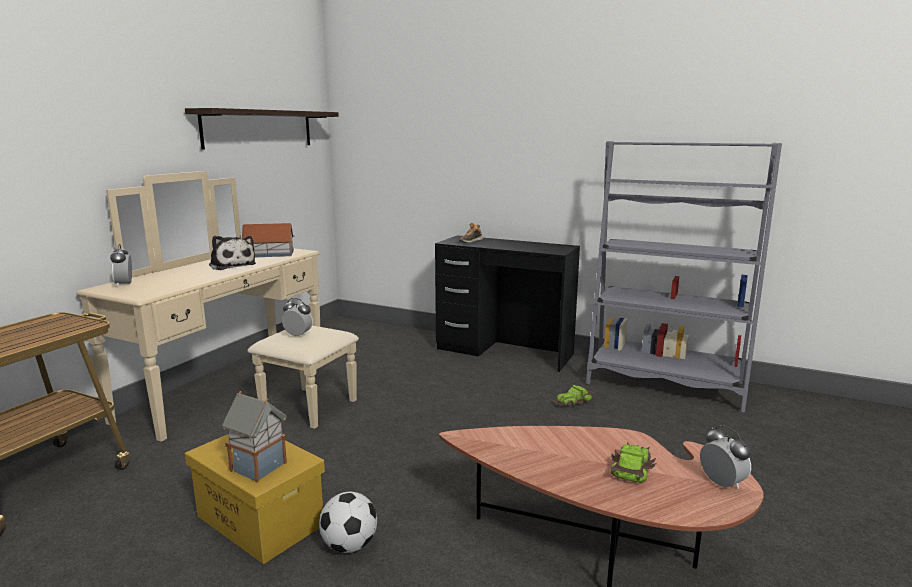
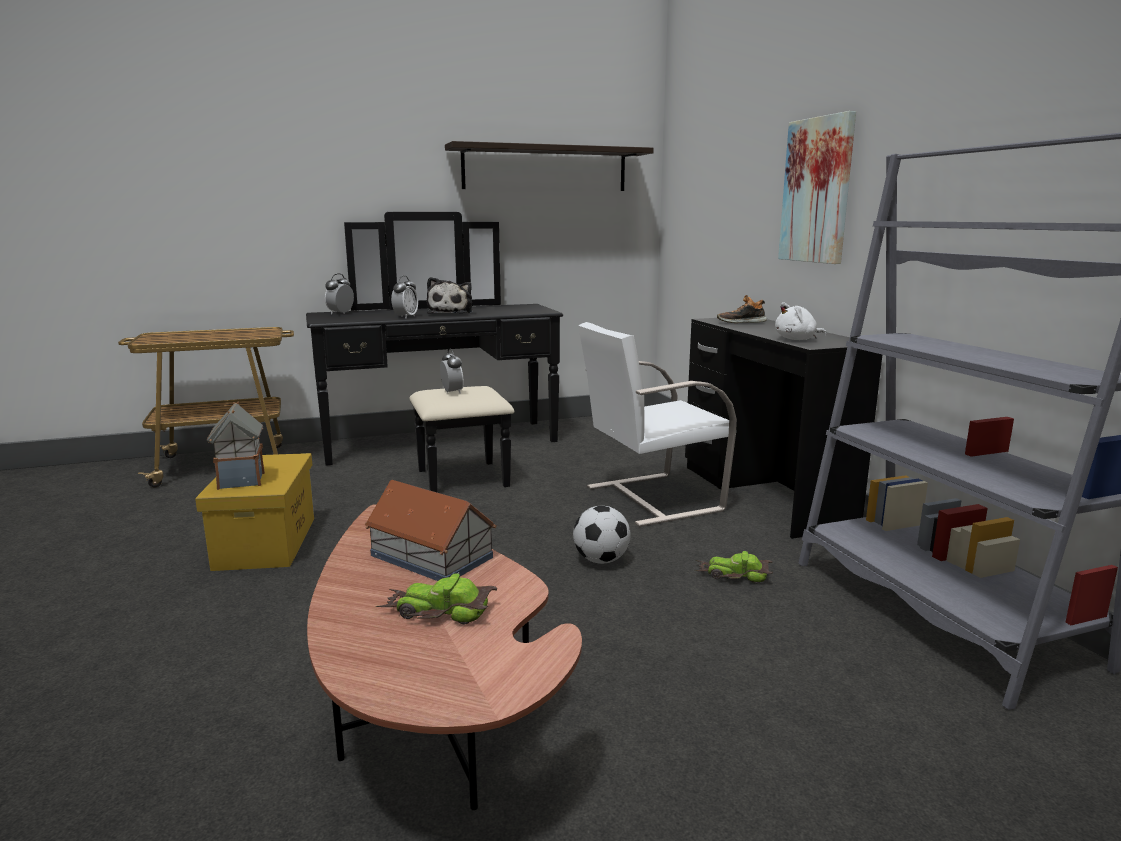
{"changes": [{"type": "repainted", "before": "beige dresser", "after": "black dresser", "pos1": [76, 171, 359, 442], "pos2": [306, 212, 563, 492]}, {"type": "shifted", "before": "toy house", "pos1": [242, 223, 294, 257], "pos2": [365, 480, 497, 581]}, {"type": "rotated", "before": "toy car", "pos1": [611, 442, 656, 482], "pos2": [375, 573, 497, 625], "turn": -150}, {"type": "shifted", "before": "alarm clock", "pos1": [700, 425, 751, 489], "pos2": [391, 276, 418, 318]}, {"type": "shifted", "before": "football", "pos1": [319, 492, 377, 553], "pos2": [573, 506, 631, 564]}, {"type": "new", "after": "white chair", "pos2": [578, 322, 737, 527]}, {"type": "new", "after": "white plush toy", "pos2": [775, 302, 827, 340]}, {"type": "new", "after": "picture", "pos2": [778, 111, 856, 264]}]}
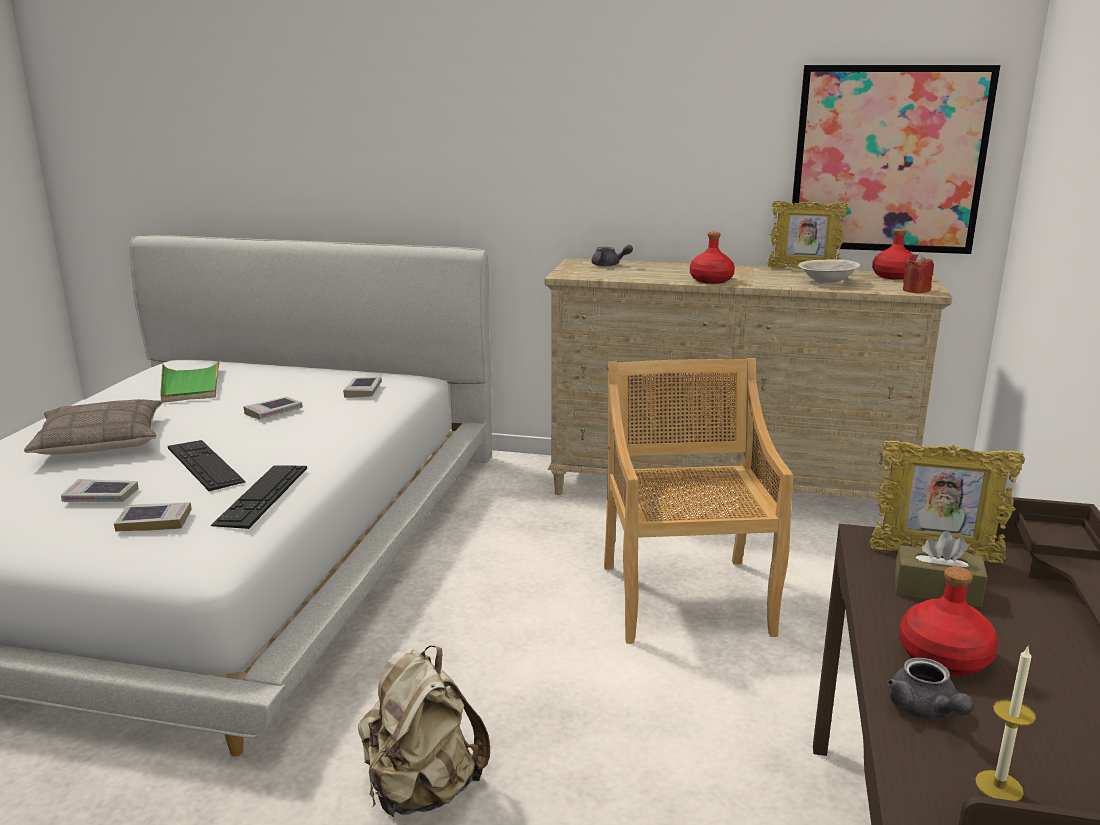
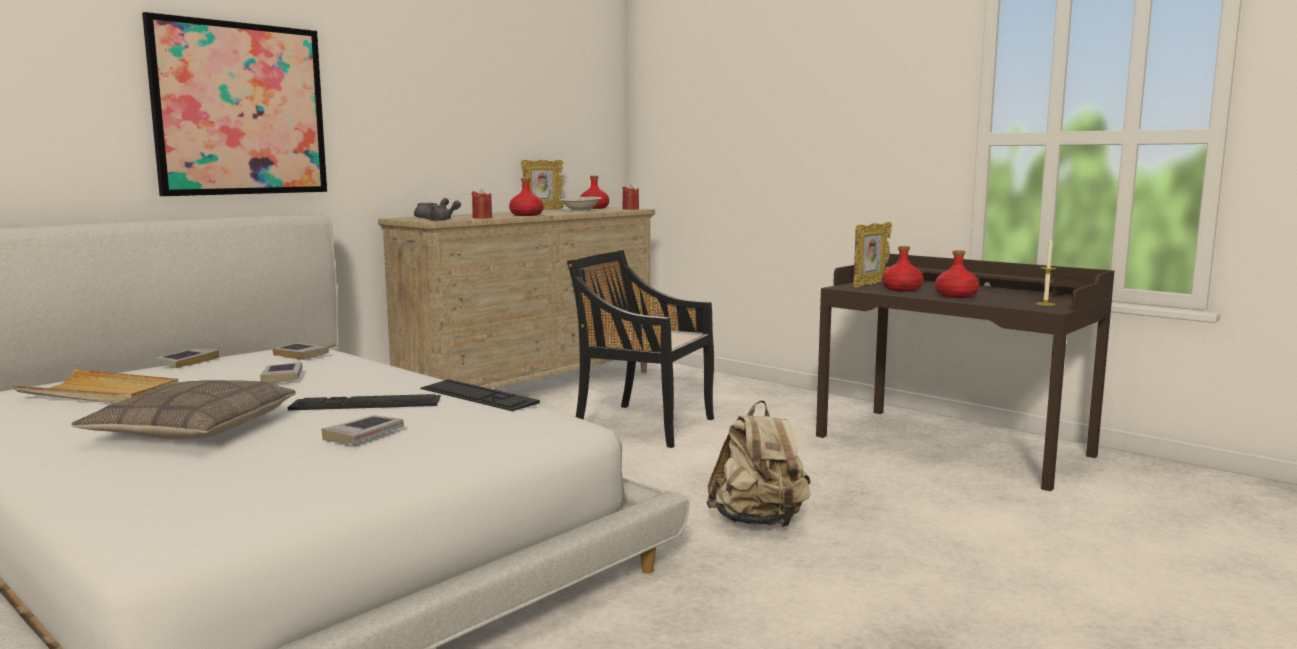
{"changes": [{"type": "repainted", "before": "green tray", "after": "beige tray", "pos1": [160, 359, 220, 403], "pos2": [13, 369, 179, 403]}, {"type": "shifted", "before": "picture", "pos1": [792, 65, 1000, 254], "pos2": [142, 12, 327, 196]}, {"type": "shifted", "before": "book", "pos1": [114, 502, 192, 532], "pos2": [155, 348, 219, 368]}, {"type": "shifted", "before": "grey teapot", "pos1": [887, 658, 974, 719], "pos2": [425, 201, 461, 221]}, {"type": "new", "after": "red candle", "pos2": [472, 189, 492, 219]}, {"type": "repainted", "before": "beige chair", "after": "black chair", "pos1": [604, 358, 793, 644], "pos2": [567, 250, 714, 448]}, {"type": "swapped", "before": "brown tissue box", "after": "red bottle", "pos1": [895, 531, 987, 607], "pos2": [882, 246, 924, 291]}]}
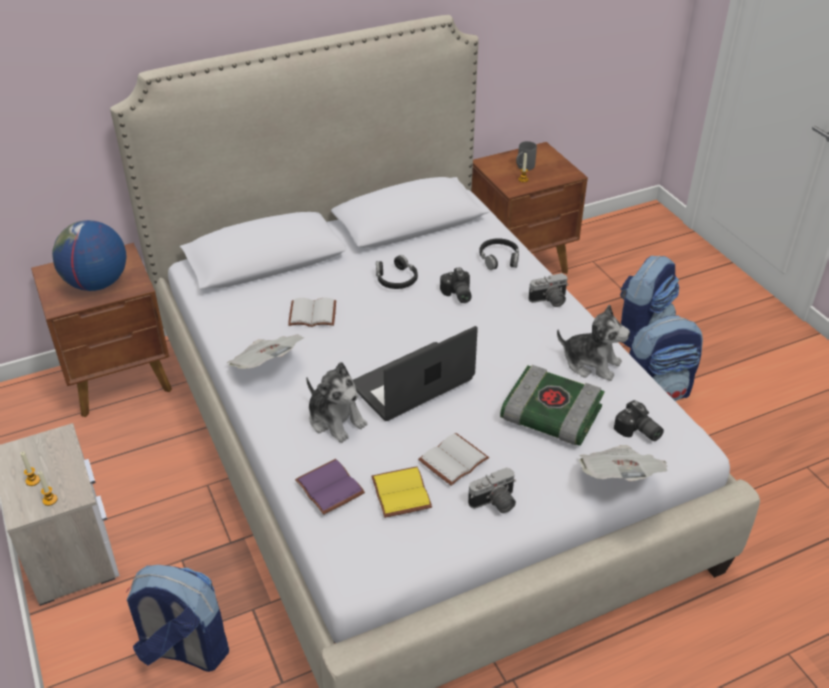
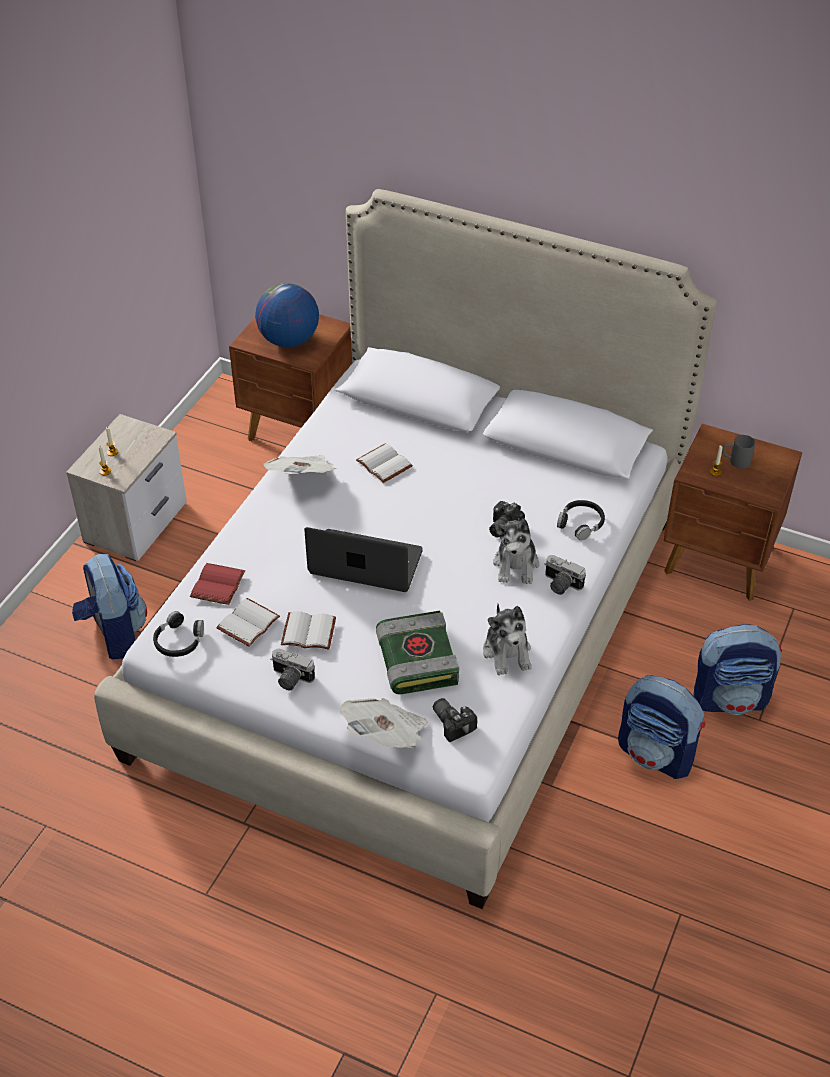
{"changes": [{"type": "shifted", "before": "black headphones", "pos1": [376, 255, 418, 289], "pos2": [153, 611, 204, 657]}, {"type": "repainted", "before": "purple book", "after": "red book", "pos1": [295, 459, 365, 515], "pos2": [190, 563, 245, 605]}, {"type": "repainted", "before": "yellow book", "after": "white book", "pos1": [371, 466, 432, 518], "pos2": [216, 598, 280, 647]}, {"type": "rotated", "before": "photo camera", "pos1": [614, 400, 664, 441], "pos2": [433, 698, 477, 742], "turn": 135}, {"type": "shifted", "before": "plush toy", "pos1": [306, 362, 367, 443], "pos2": [493, 518, 539, 584]}]}
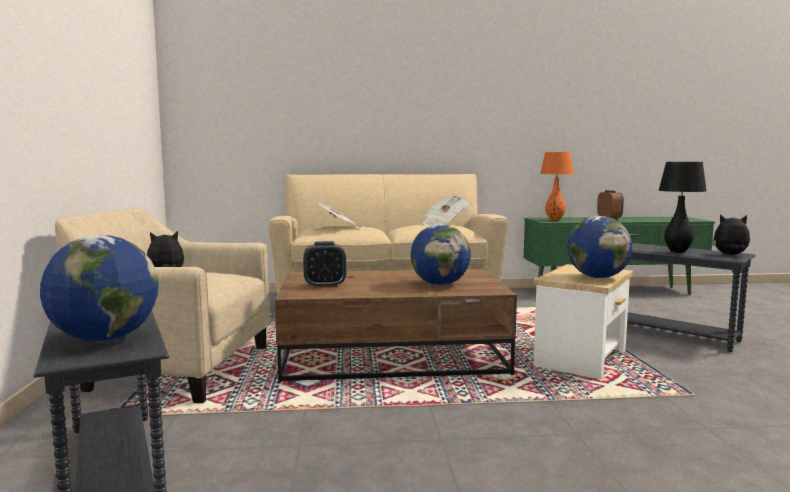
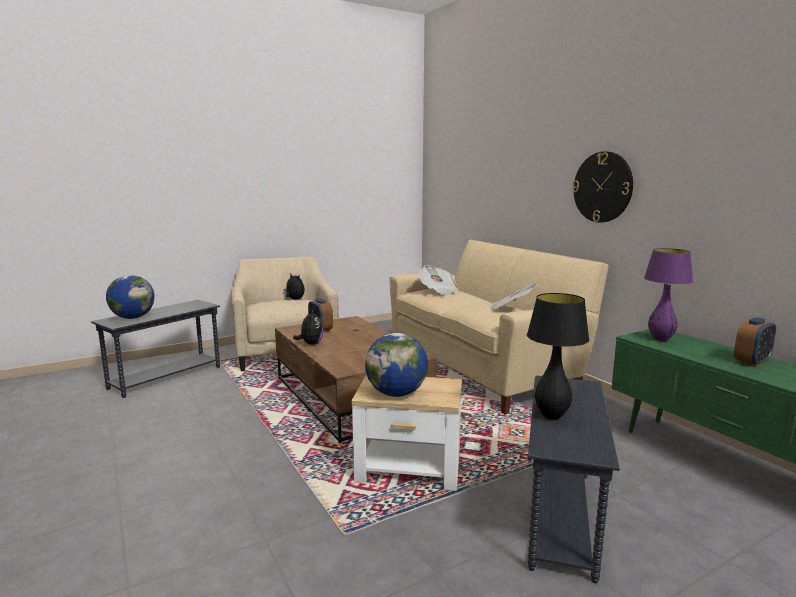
{"changes": [{"type": "shifted", "before": "plush toy", "pos1": [712, 214, 750, 255], "pos2": [293, 310, 324, 345]}, {"type": "new", "after": "wall clock", "pos2": [572, 151, 633, 223]}, {"type": "repainted", "before": "orange table lamp", "after": "purple table lamp", "pos1": [540, 152, 574, 221], "pos2": [644, 248, 693, 341]}, {"type": "gone", "before": "globe", "pos1": [411, 224, 471, 285]}]}
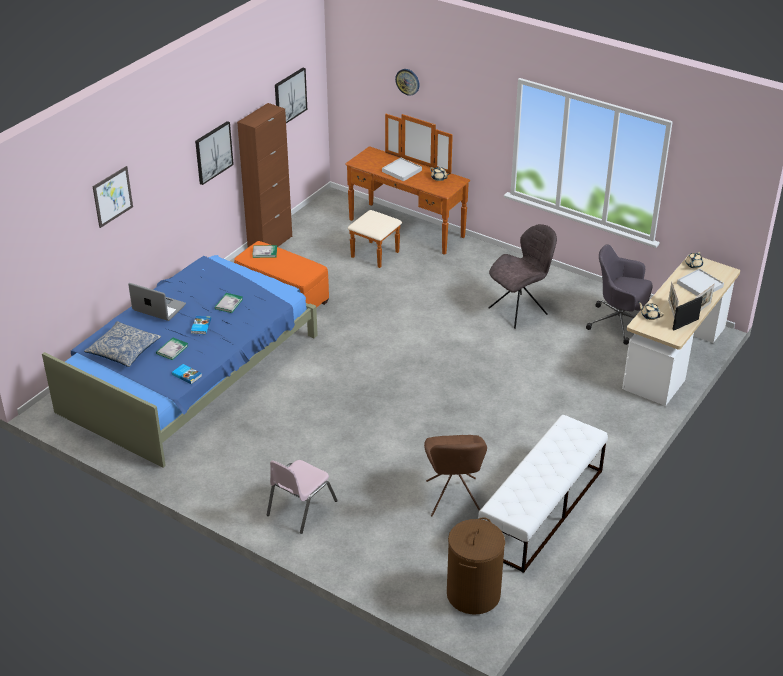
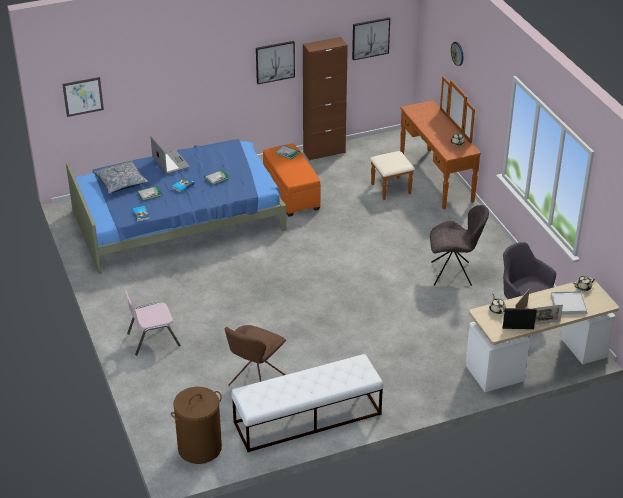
{"changes": [{"type": "shifted", "before": "picture", "pos1": [93, 166, 133, 228], "pos2": [62, 77, 104, 117]}, {"type": "gone", "before": "white tray", "pos1": [382, 158, 422, 181]}]}
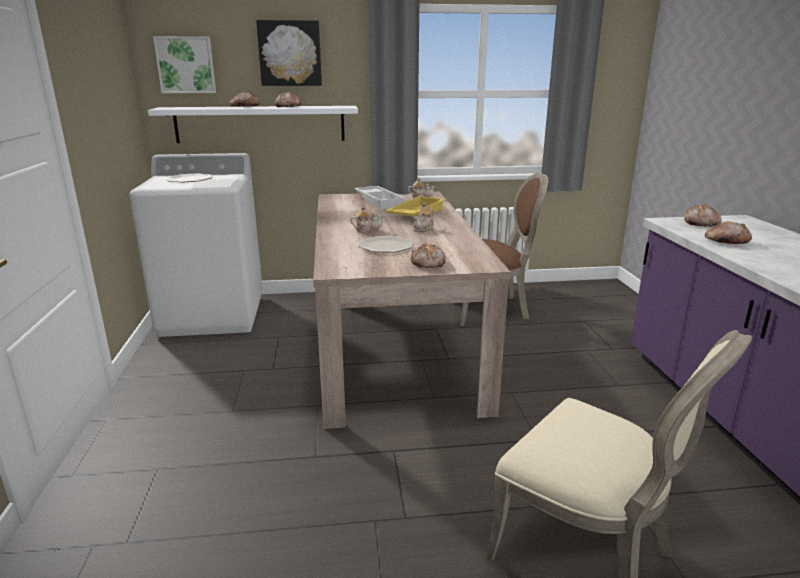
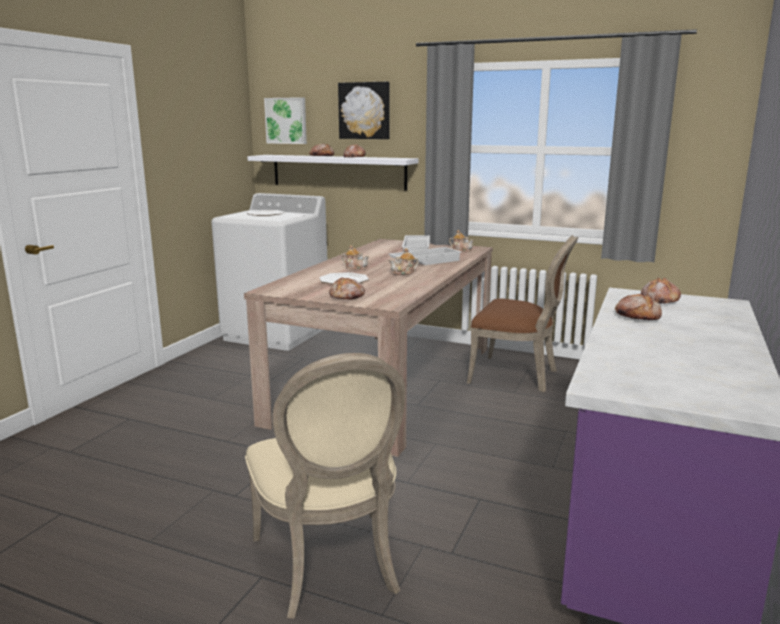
{"changes": [{"type": "repainted", "before": "yellow tray", "after": "white tray", "pos1": [386, 196, 445, 217], "pos2": [388, 247, 462, 265]}]}
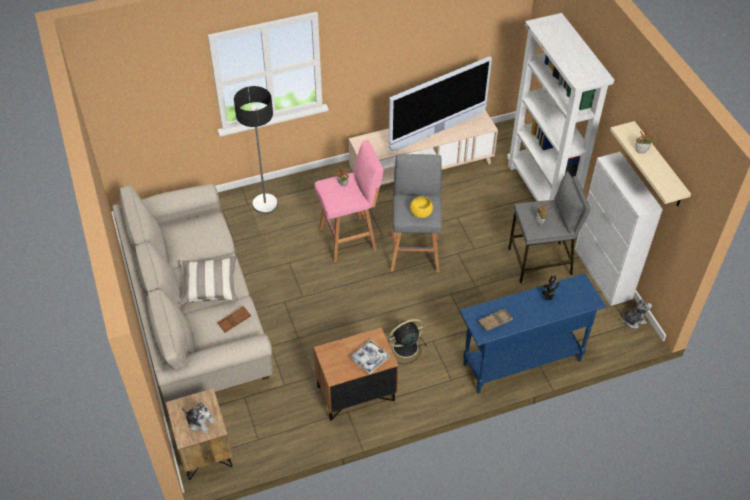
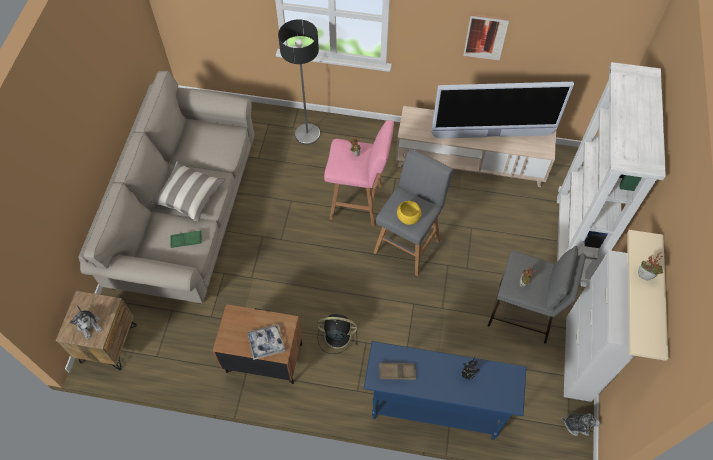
{"changes": [{"type": "repainted", "before": "brown tray", "after": "green tray", "pos1": [218, 306, 251, 332], "pos2": [170, 230, 202, 248]}, {"type": "new", "after": "picture", "pos2": [463, 14, 509, 61]}]}
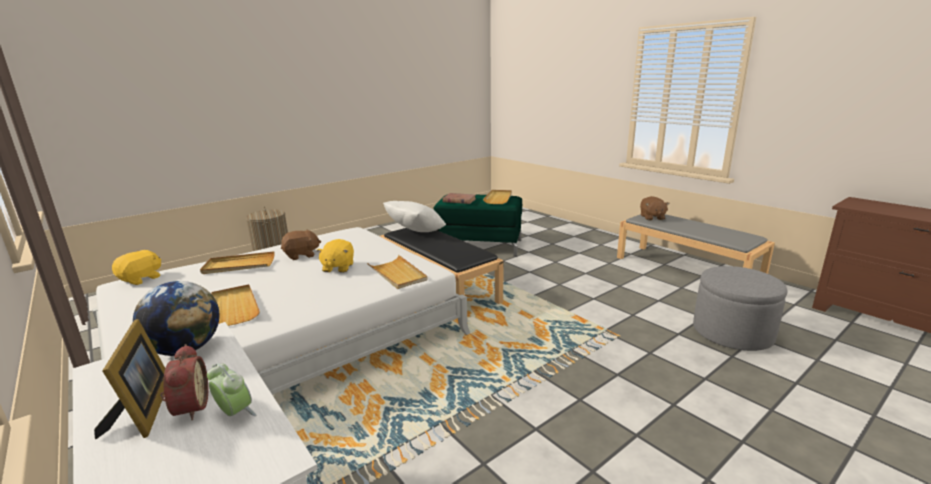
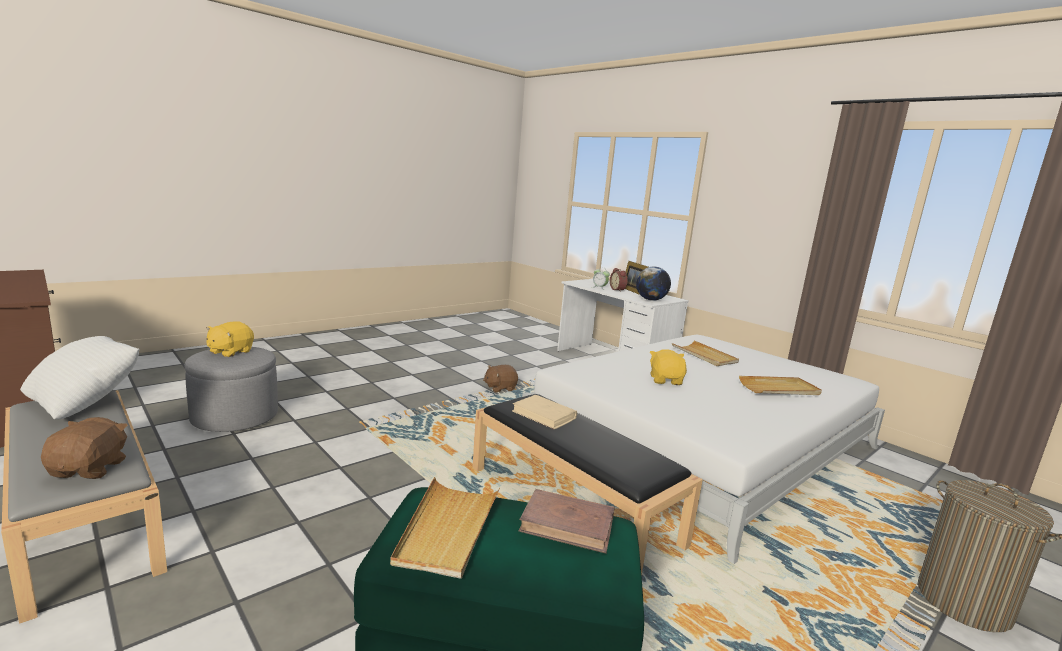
{"changes": [{"type": "shifted", "before": "white pillow", "pos1": [383, 201, 446, 232], "pos2": [20, 336, 139, 419]}, {"type": "shifted", "before": "yellow plush toy", "pos1": [112, 250, 161, 285], "pos2": [207, 321, 254, 358]}, {"type": "shifted", "before": "brown plush toy", "pos1": [281, 229, 321, 260], "pos2": [483, 365, 518, 392]}, {"type": "new", "after": "beige book", "pos2": [512, 395, 577, 429]}, {"type": "gone", "before": "beige tray", "pos1": [367, 255, 428, 289]}]}
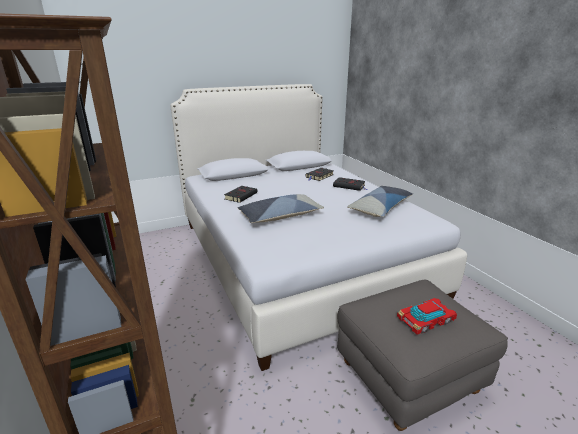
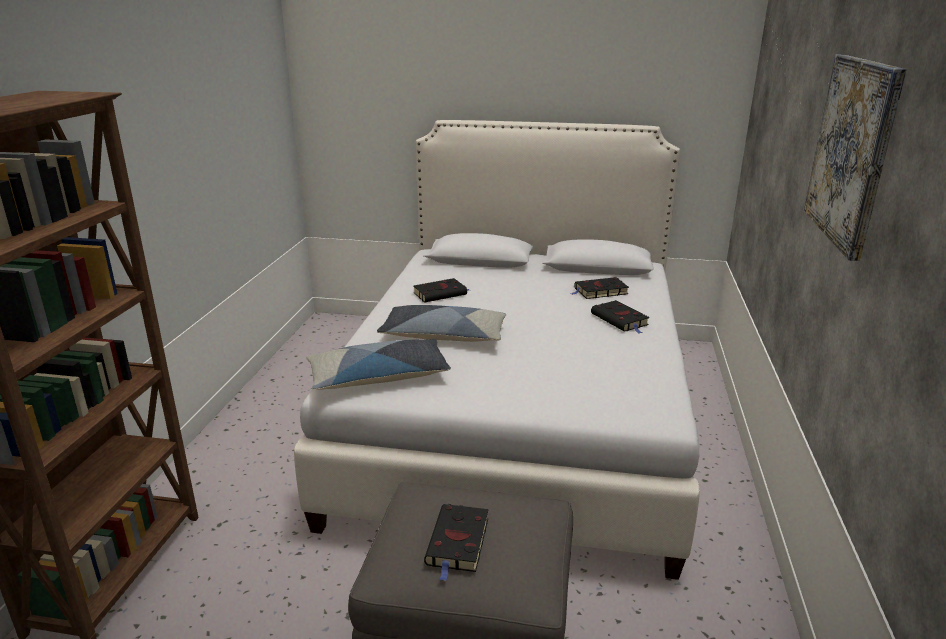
{"changes": [{"type": "shifted", "before": "pillow", "pos1": [347, 186, 413, 217], "pos2": [306, 339, 451, 390]}, {"type": "swapped", "before": "toy car", "after": "black book", "pos1": [397, 298, 457, 335], "pos2": [424, 504, 488, 581]}, {"type": "new", "after": "picture", "pos2": [804, 55, 907, 261]}]}
